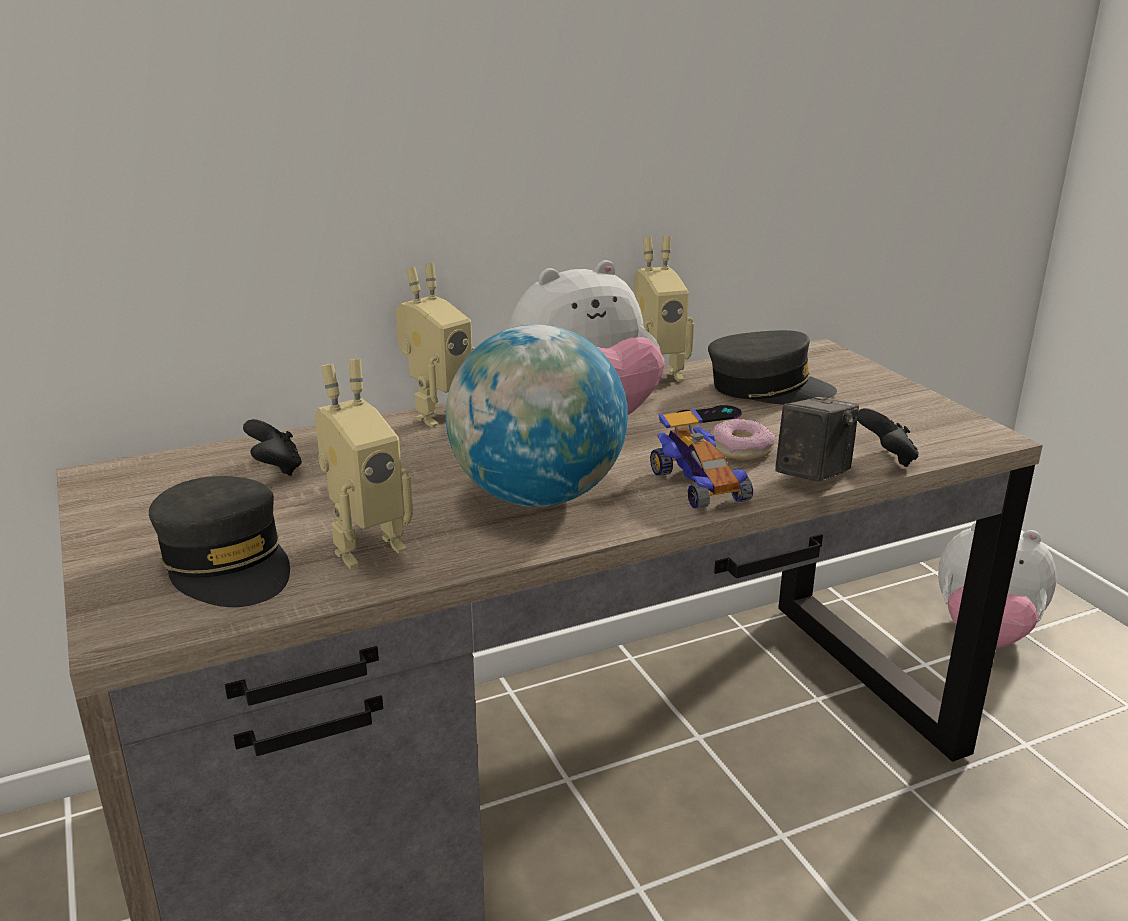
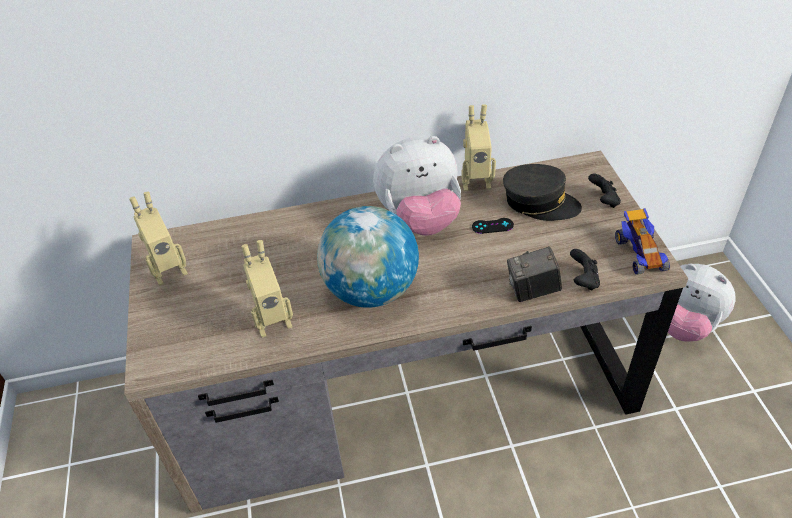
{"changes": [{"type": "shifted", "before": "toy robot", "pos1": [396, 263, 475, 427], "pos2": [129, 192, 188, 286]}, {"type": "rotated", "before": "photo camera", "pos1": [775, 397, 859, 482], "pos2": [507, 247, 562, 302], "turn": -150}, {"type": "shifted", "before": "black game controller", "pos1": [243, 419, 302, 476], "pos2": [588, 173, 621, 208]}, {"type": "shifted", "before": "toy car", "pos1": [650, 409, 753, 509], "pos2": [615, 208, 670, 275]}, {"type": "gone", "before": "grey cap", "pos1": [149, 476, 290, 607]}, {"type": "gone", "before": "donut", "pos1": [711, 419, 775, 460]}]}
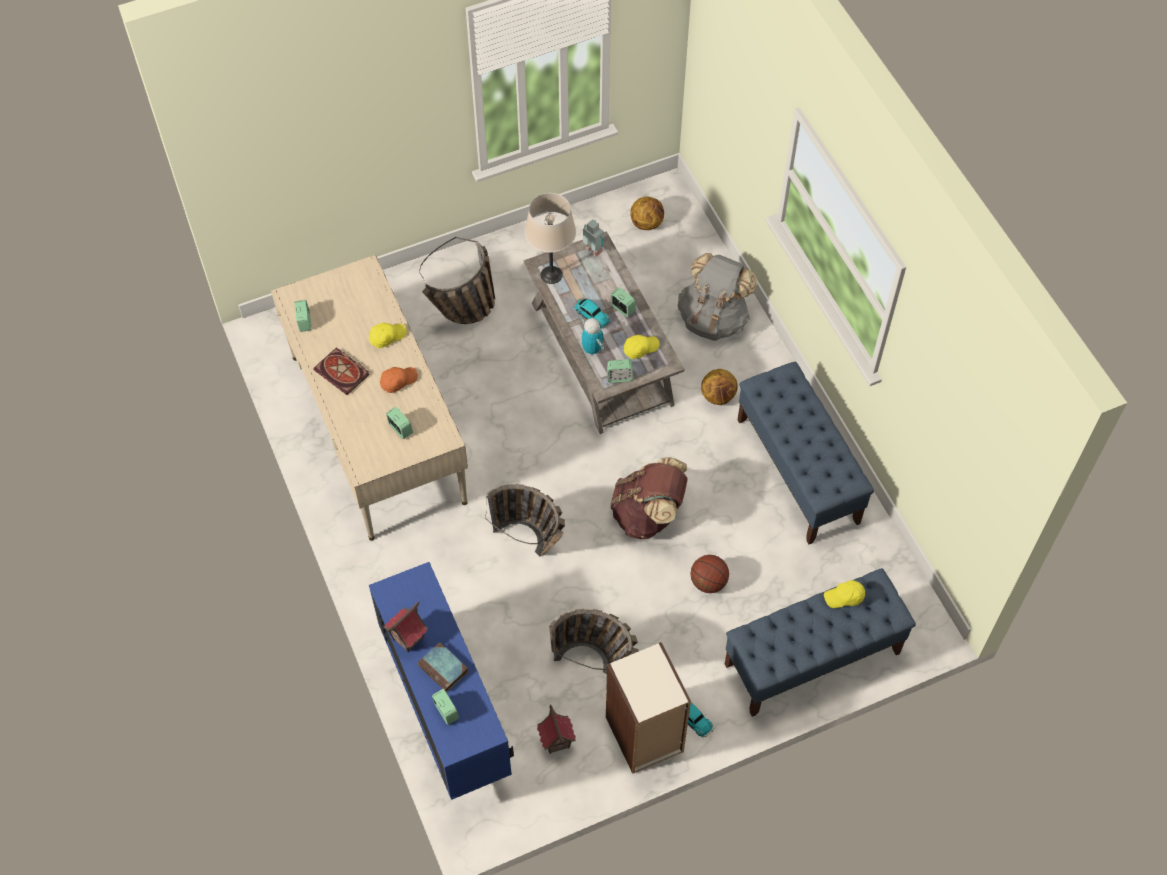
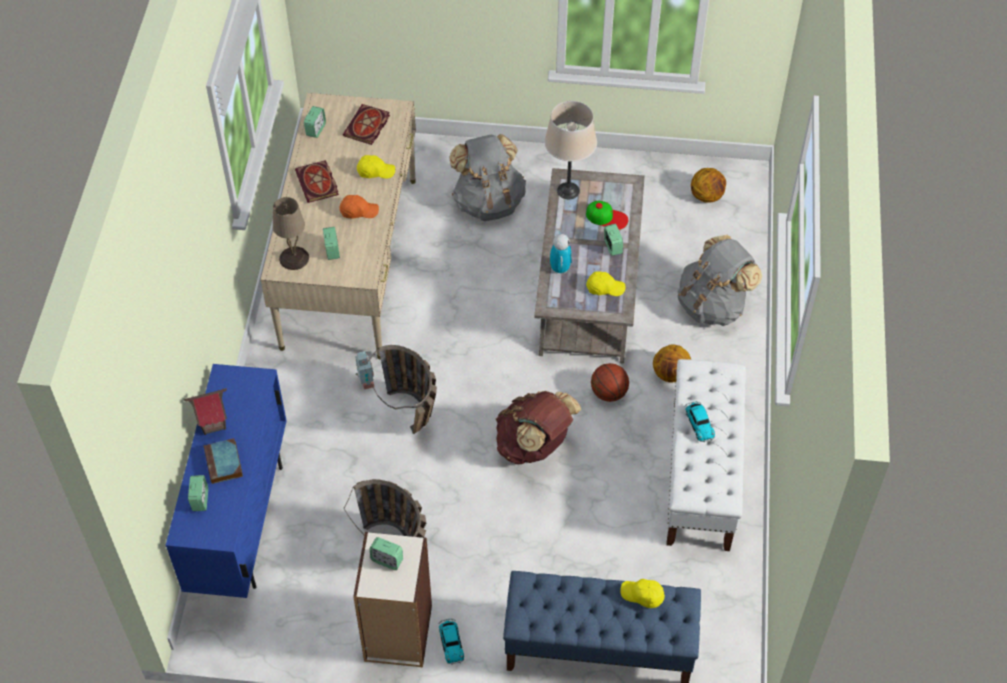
{"changes": [{"type": "new", "after": "beige table lamp", "pos2": [273, 197, 309, 270]}, {"type": "new", "after": "book", "pos2": [343, 104, 390, 145]}, {"type": "shifted", "before": "toy robot", "pos1": [583, 219, 604, 257], "pos2": [355, 351, 374, 389]}, {"type": "shifted", "before": "alarm clock", "pos1": [607, 359, 633, 383], "pos2": [370, 537, 403, 570]}, {"type": "swapped", "before": "basket", "after": "grey backpack", "pos1": [419, 237, 495, 324], "pos2": [449, 134, 526, 221]}, {"type": "new", "after": "cap", "pos2": [586, 201, 628, 230]}, {"type": "shifted", "before": "basketball", "pos1": [691, 555, 729, 593], "pos2": [591, 363, 629, 402]}, {"type": "repainted", "before": "blue bench", "after": "white bench", "pos1": [737, 361, 874, 544], "pos2": [666, 359, 746, 551]}, {"type": "shifted", "before": "toy car", "pos1": [573, 298, 611, 329], "pos2": [685, 401, 715, 442]}, {"type": "gone", "before": "toy house", "pos1": [537, 704, 576, 754]}]}
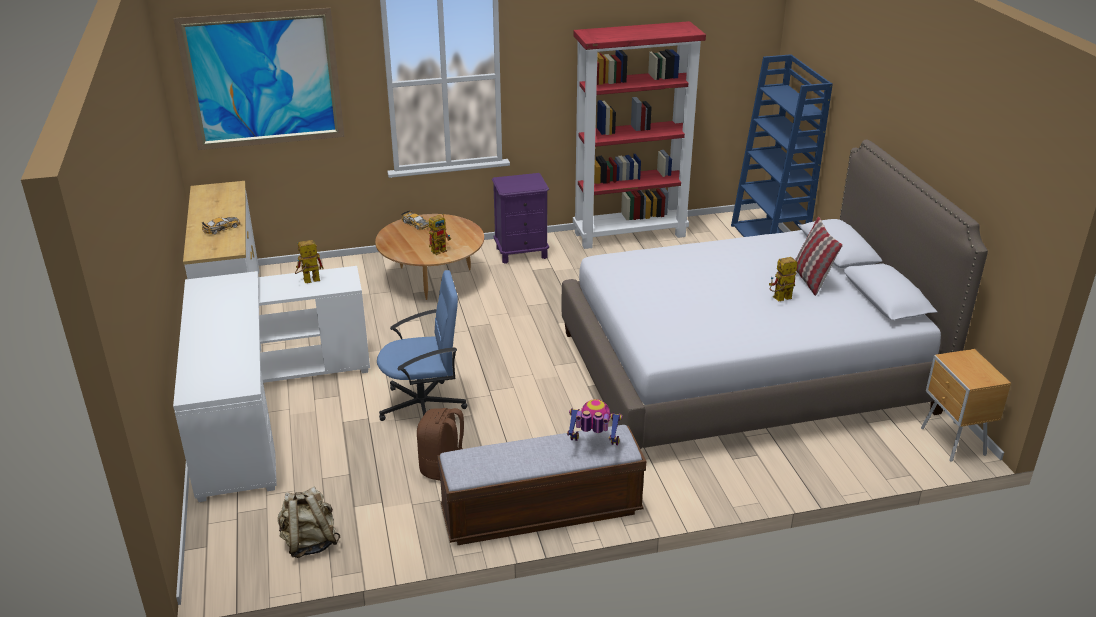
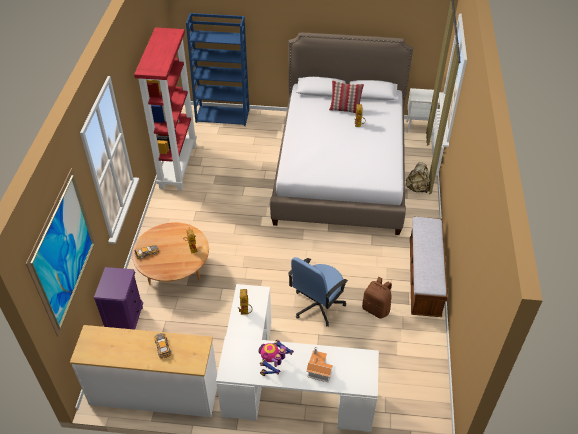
{"changes": [{"type": "shifted", "before": "purple nightstand", "pos1": [492, 173, 549, 264], "pos2": [94, 267, 143, 330]}, {"type": "shifted", "before": "toy robot", "pos1": [567, 399, 622, 445], "pos2": [258, 340, 294, 376]}, {"type": "rotated", "before": "blue office chair", "pos1": [377, 270, 467, 421], "pos2": [288, 257, 348, 327], "turn": -150}, {"type": "new", "after": "toy house", "pos2": [306, 347, 333, 382]}, {"type": "shifted", "before": "beige backpack", "pos1": [278, 487, 340, 558], "pos2": [405, 162, 431, 193]}, {"type": "repainted", "before": "brown nightstand", "after": "white nightstand", "pos1": [921, 349, 1011, 462], "pos2": [406, 88, 439, 133]}]}
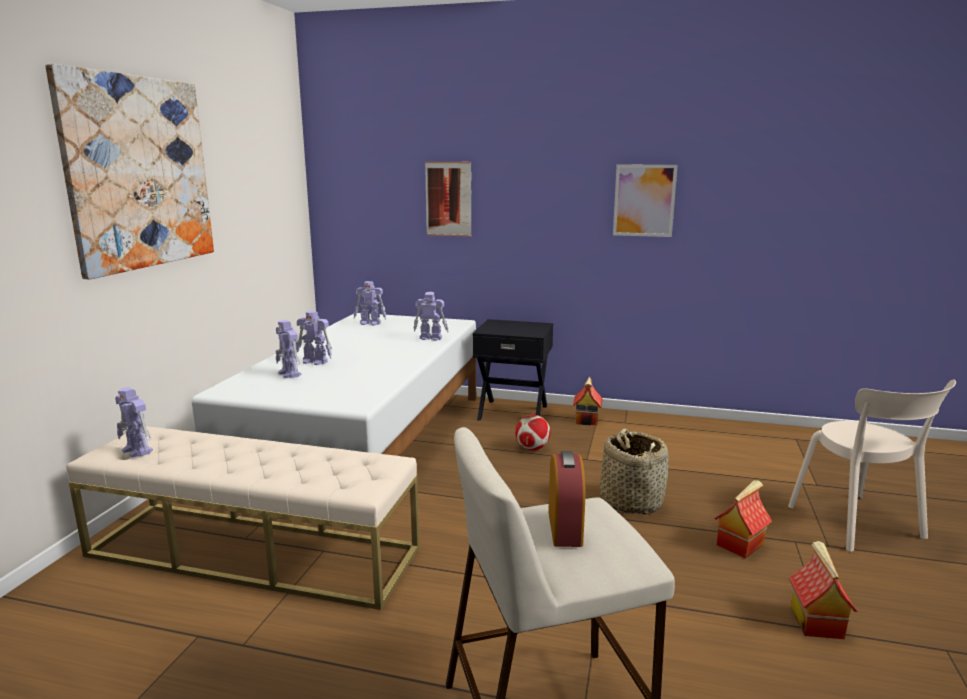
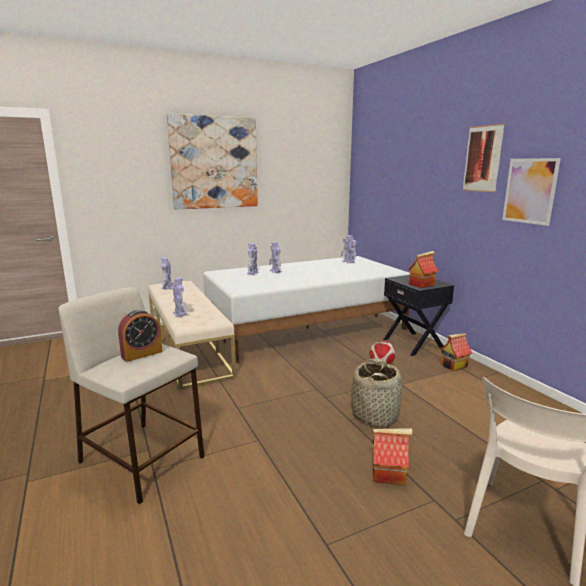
{"changes": [{"type": "shifted", "before": "toy robot", "pos1": [413, 292, 449, 341], "pos2": [172, 277, 187, 317]}, {"type": "shifted", "before": "toy house", "pos1": [789, 541, 857, 639], "pos2": [408, 251, 439, 288]}, {"type": "shifted", "before": "picture", "pos1": [425, 162, 472, 237], "pos2": [463, 124, 505, 192]}]}
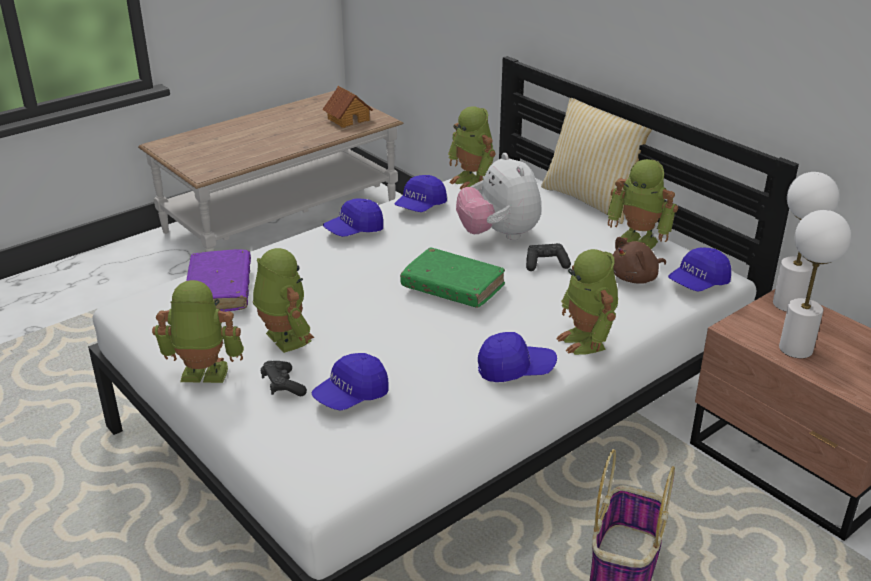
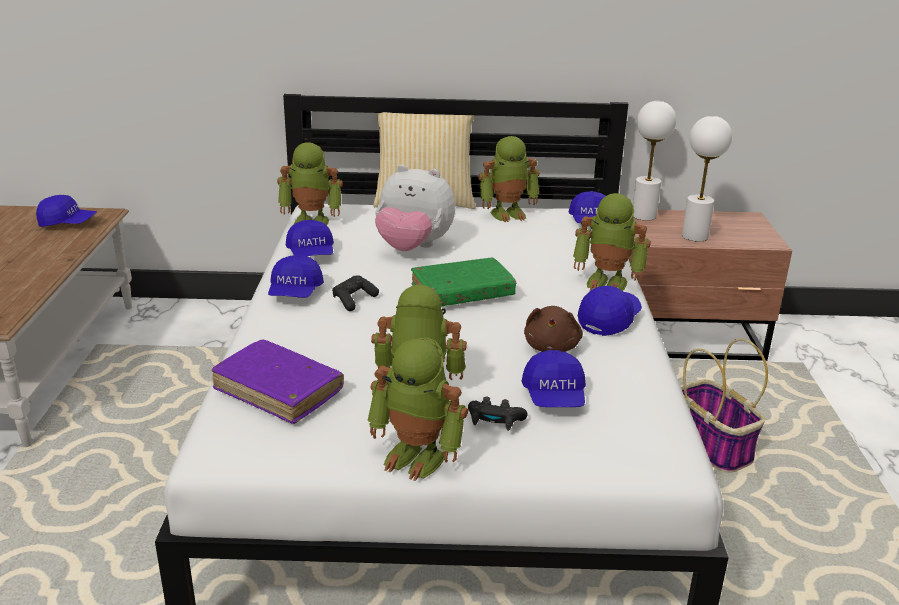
{"changes": [{"type": "swapped", "before": "toy house", "after": "blue cap", "pos1": [322, 86, 373, 128], "pos2": [36, 195, 97, 227]}, {"type": "shifted", "before": "black game controller", "pos1": [526, 243, 571, 271], "pos2": [332, 275, 379, 311]}, {"type": "rotated", "before": "toy robot", "pos1": [152, 280, 244, 383], "pos2": [367, 337, 468, 481], "turn": -105}, {"type": "shifted", "before": "brown plush toy", "pos1": [613, 237, 666, 284], "pos2": [524, 306, 583, 352]}]}
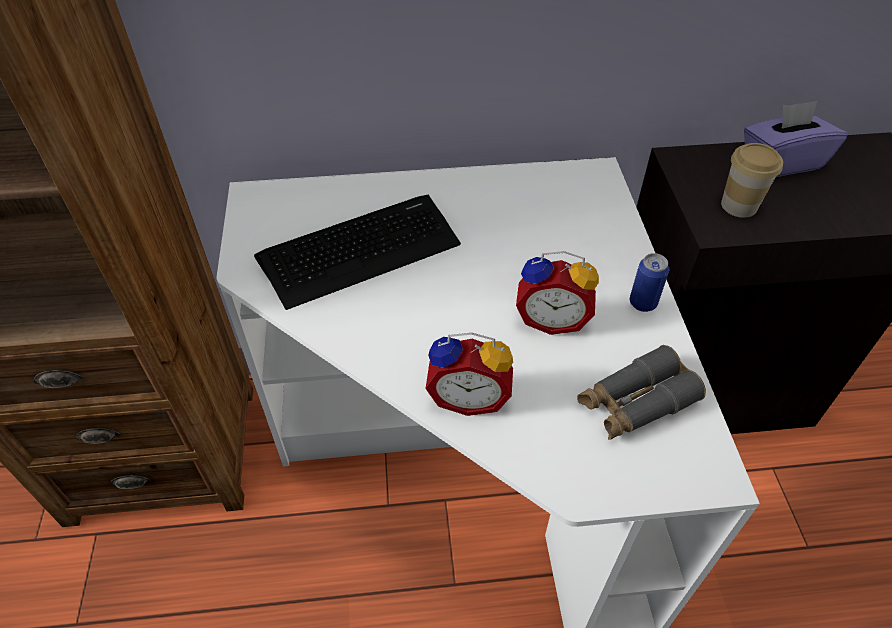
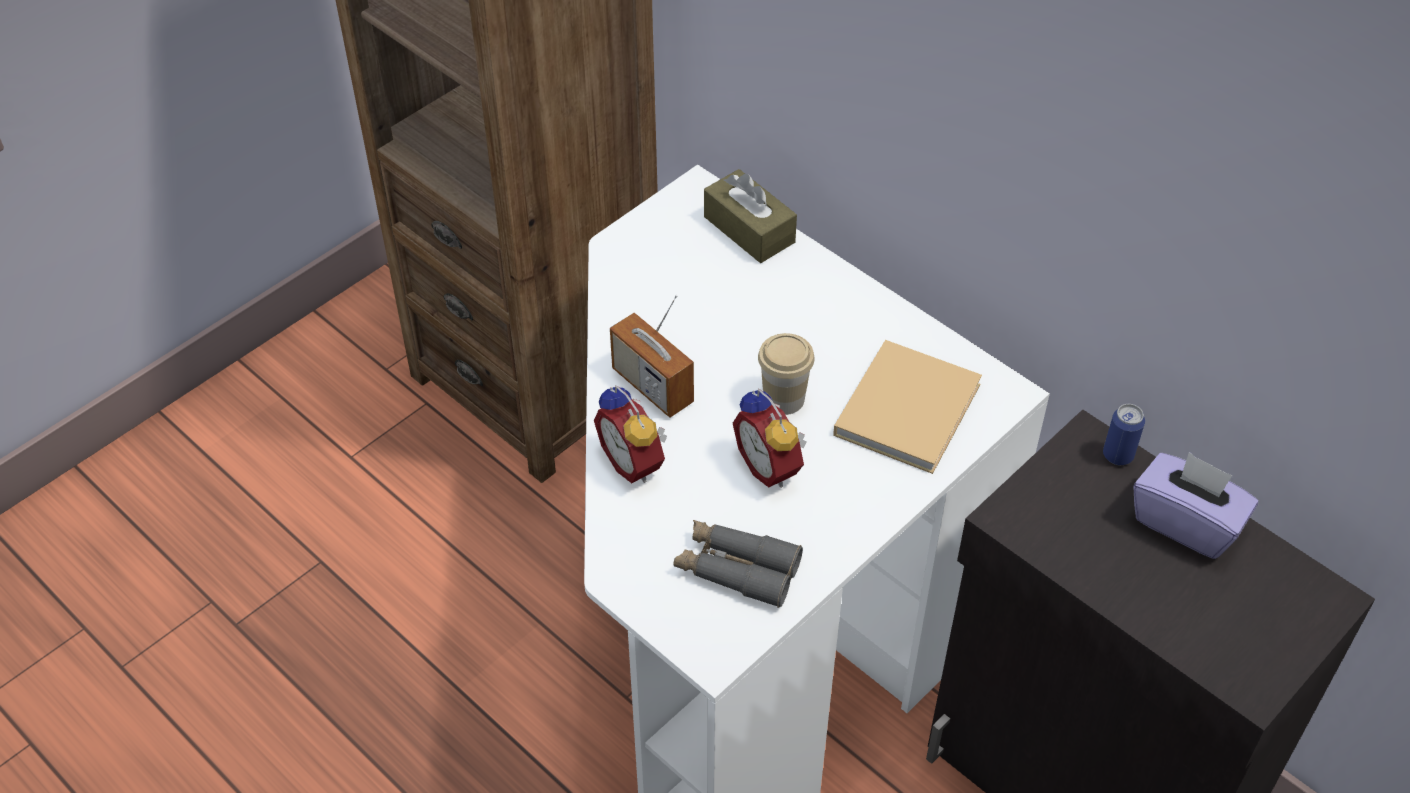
{"changes": [{"type": "new", "after": "radio", "pos2": [610, 295, 694, 418]}, {"type": "new", "after": "brown tissue box", "pos2": [704, 169, 797, 263]}, {"type": "shifted", "before": "cup", "pos1": [721, 143, 783, 218], "pos2": [758, 333, 815, 415]}, {"type": "new", "after": "beige book", "pos2": [833, 340, 982, 474]}, {"type": "shifted", "before": "can", "pos1": [630, 253, 669, 312], "pos2": [1103, 404, 1145, 465]}, {"type": "gone", "before": "keyboard", "pos1": [254, 194, 461, 310]}]}
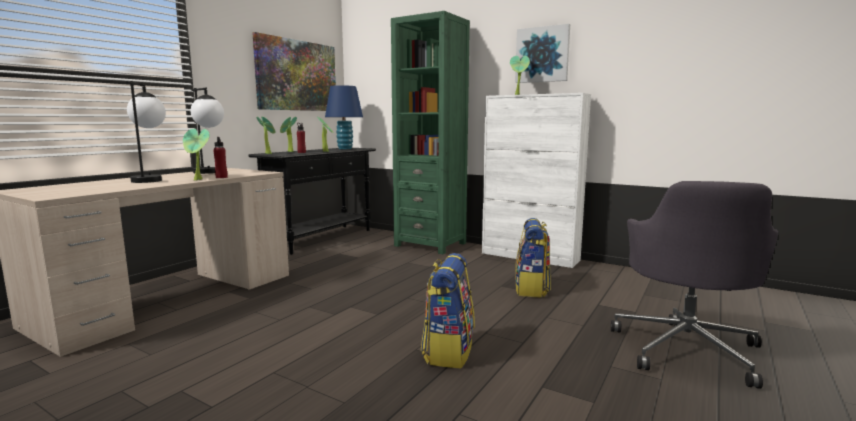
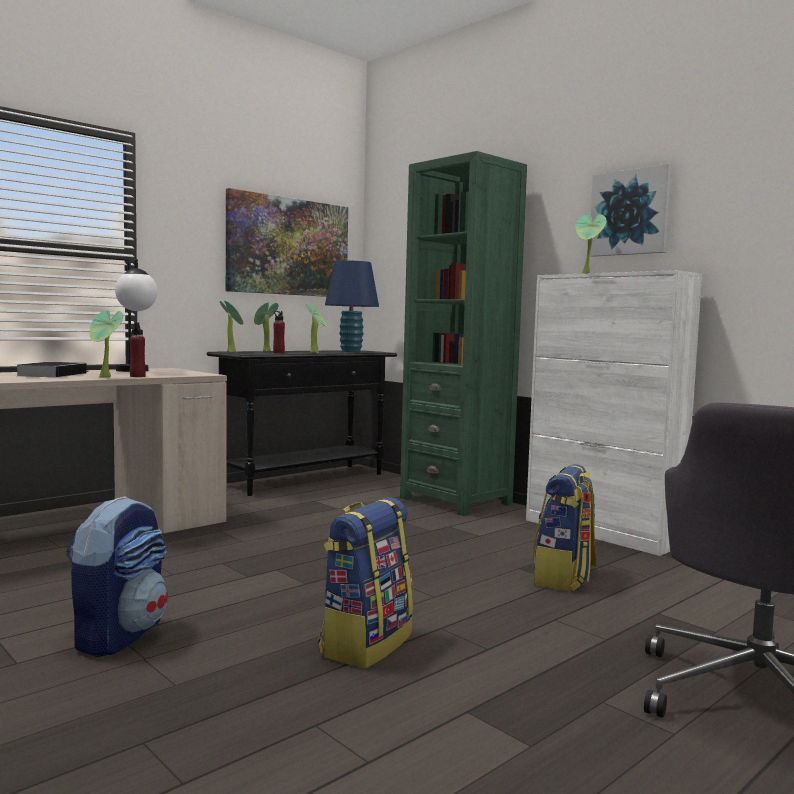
{"changes": [{"type": "swapped", "before": "table lamp", "after": "book", "pos1": [126, 81, 166, 183], "pos2": [17, 362, 87, 377]}, {"type": "new", "after": "backpack", "pos2": [66, 496, 168, 657]}]}
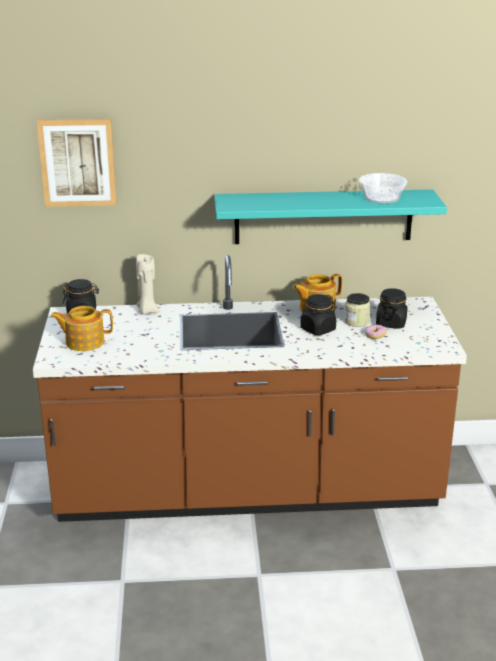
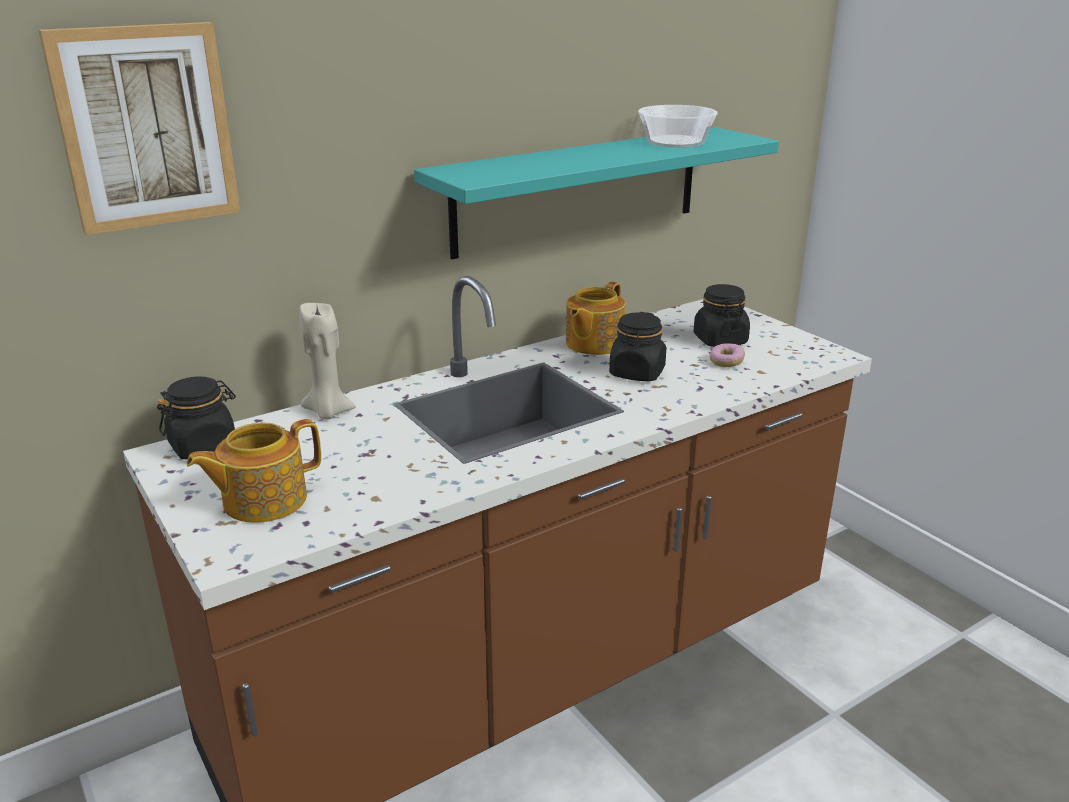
{"changes": [{"type": "gone", "before": "jar", "pos1": [344, 293, 370, 327]}]}
